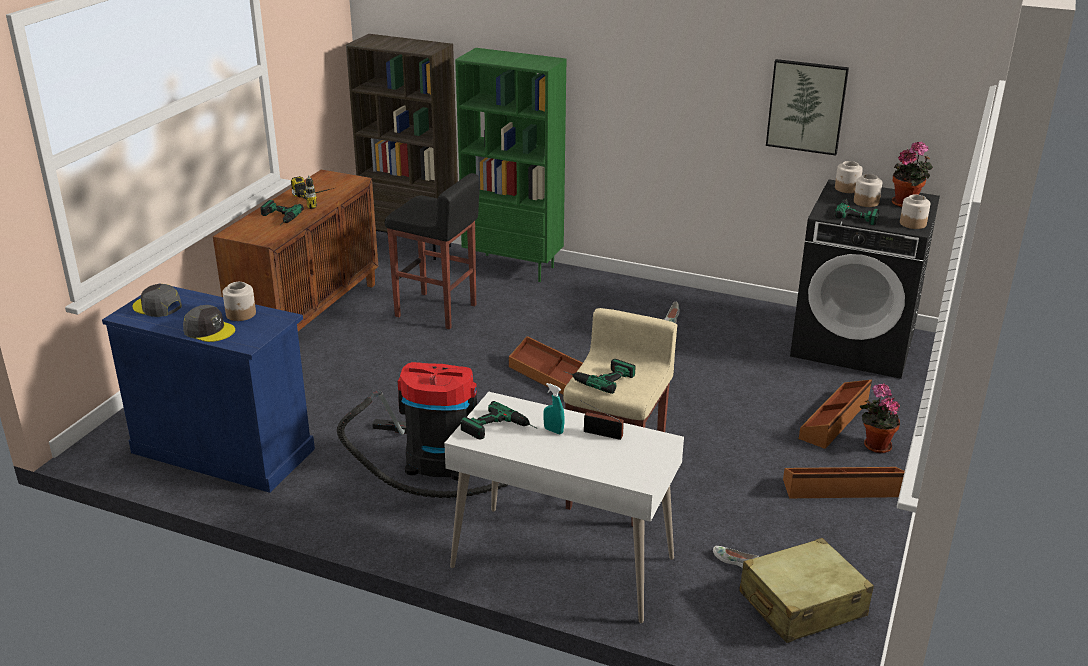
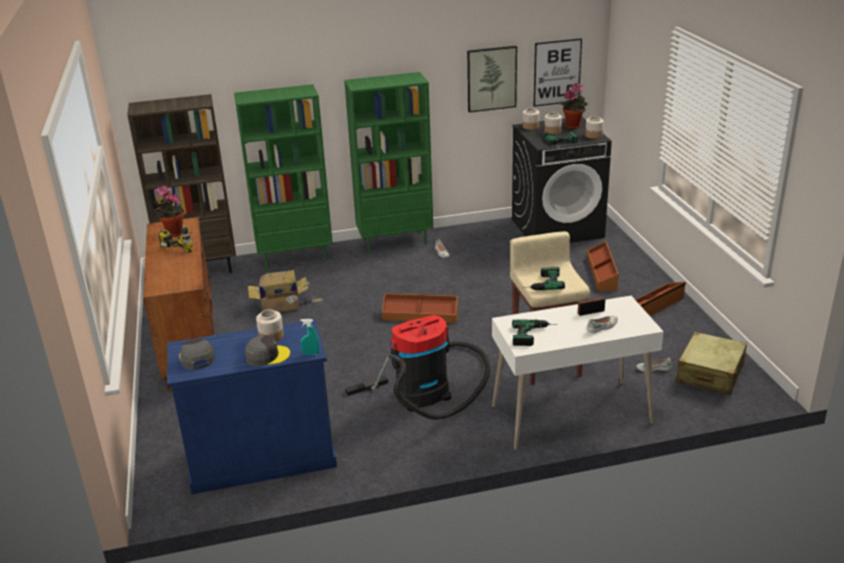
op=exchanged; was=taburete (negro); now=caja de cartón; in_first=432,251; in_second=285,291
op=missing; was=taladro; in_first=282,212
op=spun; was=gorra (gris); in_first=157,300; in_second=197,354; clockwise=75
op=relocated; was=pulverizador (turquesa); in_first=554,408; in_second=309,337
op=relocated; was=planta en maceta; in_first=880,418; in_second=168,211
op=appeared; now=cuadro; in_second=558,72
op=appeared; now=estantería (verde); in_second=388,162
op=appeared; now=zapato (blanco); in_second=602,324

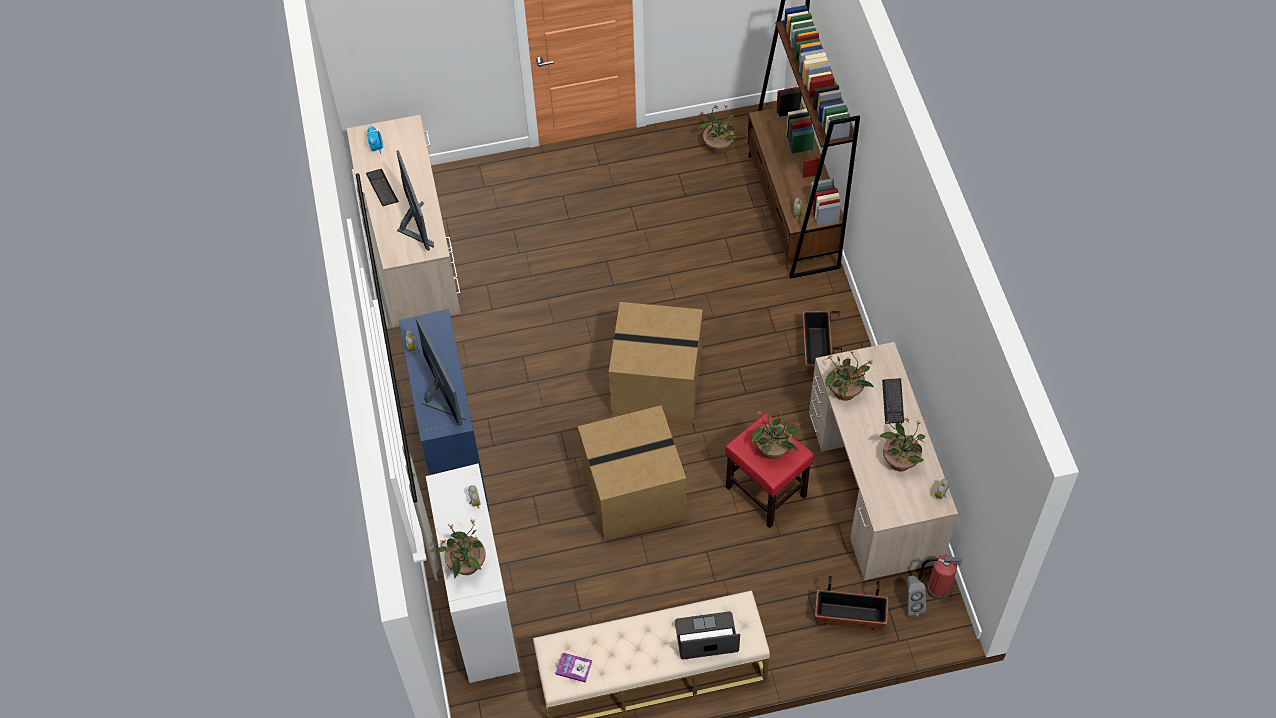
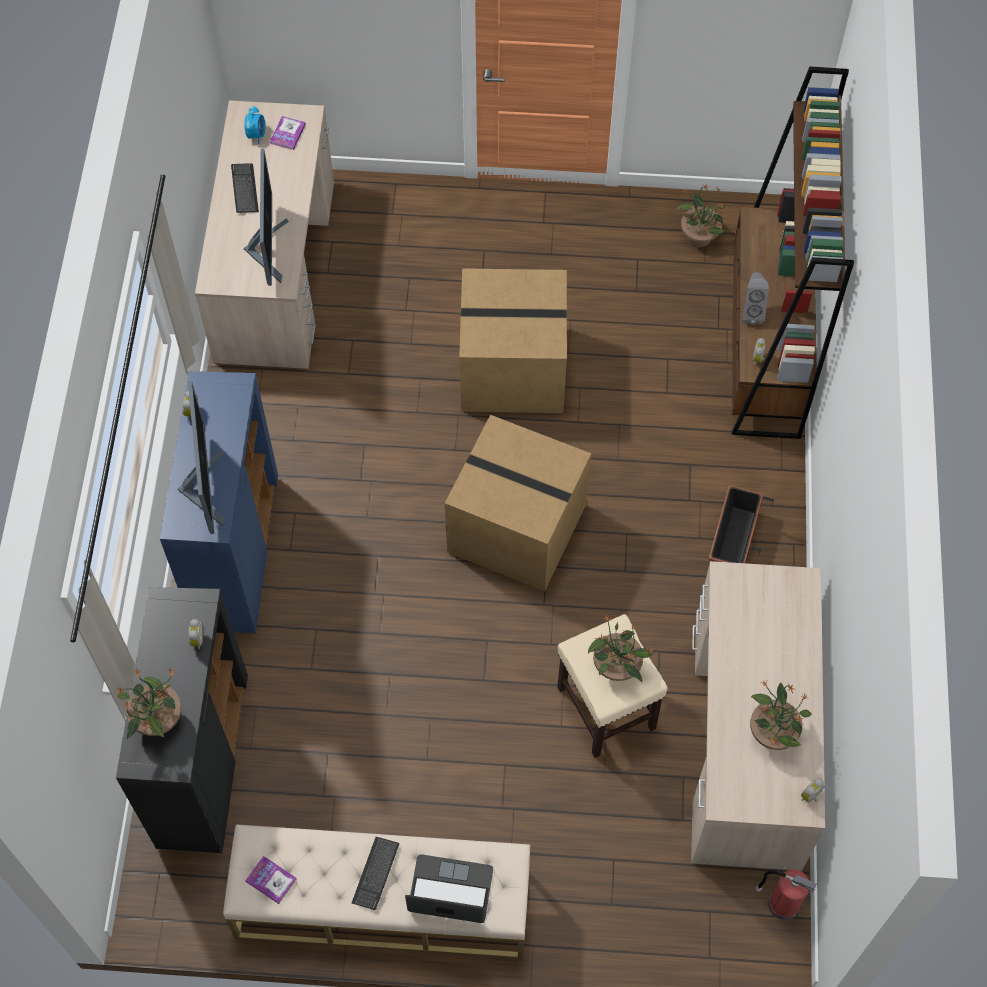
op=missing; was=planta en maceta; in_first=849,376
op=relocated; was=teclado; in_first=893,401; in_second=375,873
op=relocated; was=caja de cartón; in_first=632,473; in_second=513,340
op=colour; was=taburete (rojo); now=taburete (beis); in_first=769,470; in_second=612,686
op=colour; was=armario (blanco); now=armario (negro); in_first=473,573; in_second=182,720
op=missing; was=maceta; in_first=851,603
op=relocated; was=altavoz (gris); in_first=916,596; in_second=755,298
op=appeared; now=libro; in_second=288,133

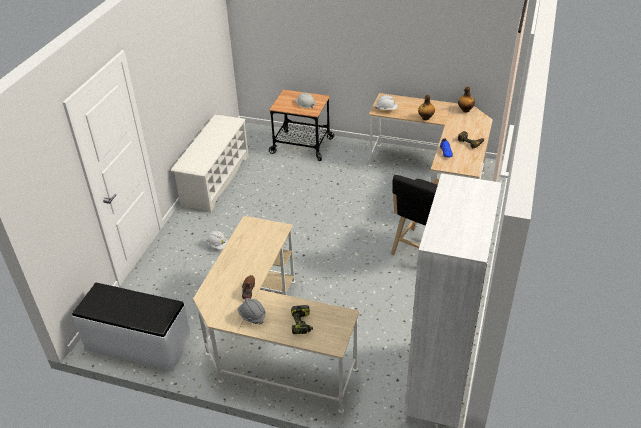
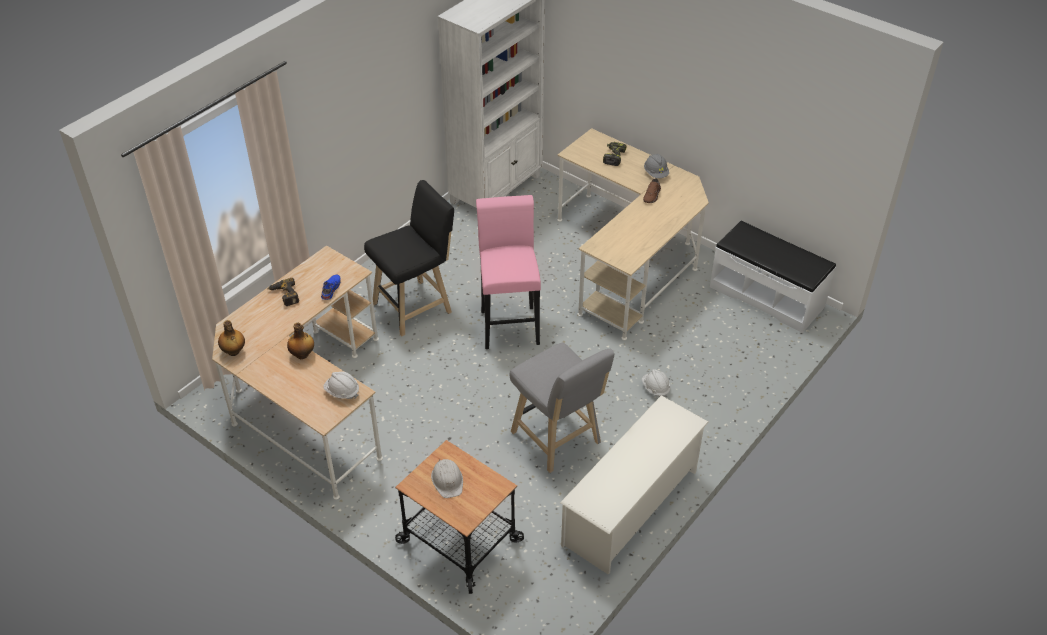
op=appeared; now=taburete (rosa); in_second=508,272
op=appeared; now=taburete (gris); in_second=562,407

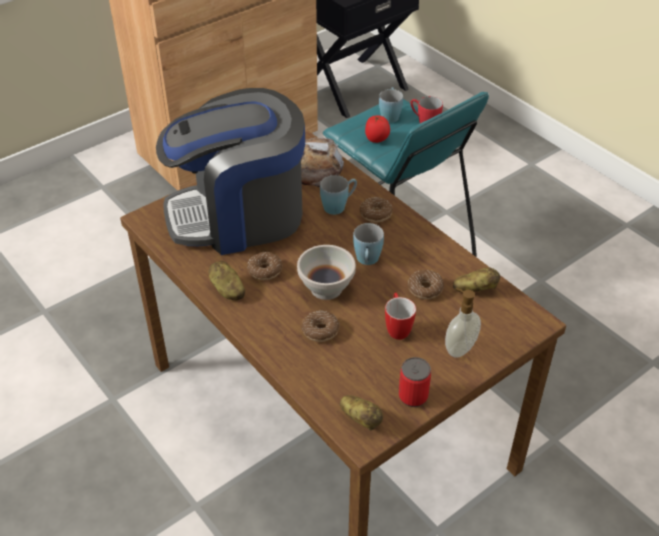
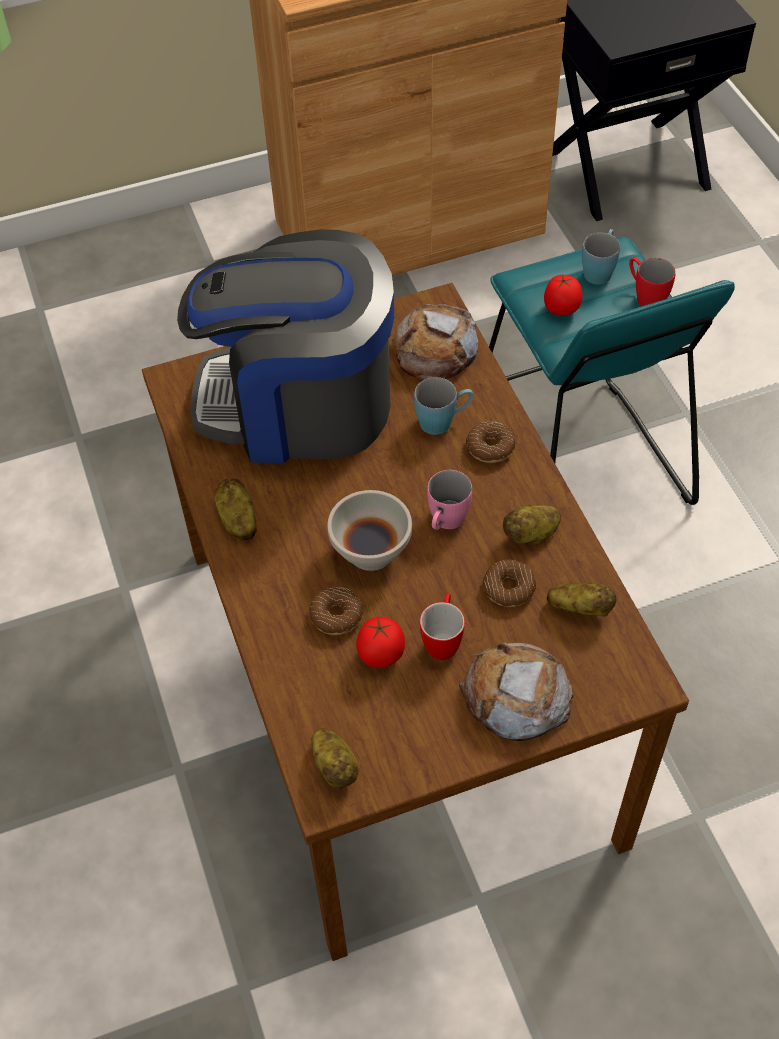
op=colour; was=taza grande (azul); now=taza grande (rosa); in_first=368,244; in_second=449,500
op=missing; was=rosquilla; in_first=265,266
op=exchanged; was=dispensador de jabón; now=pan; in_first=463,323; in_second=516,691
op=missing; was=lata; in_first=415,382
op=appeared; now=patata; in_second=532,524
op=appeared; now=tomate; in_second=380,642

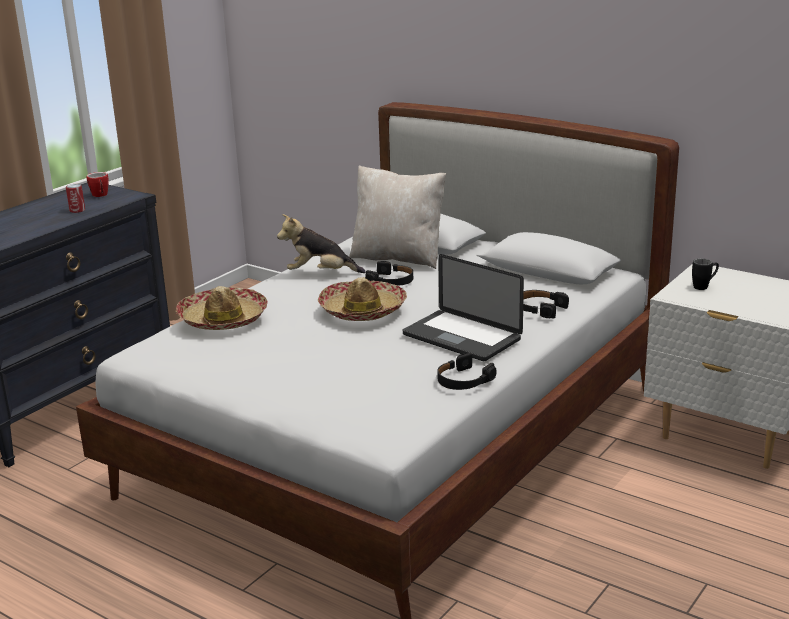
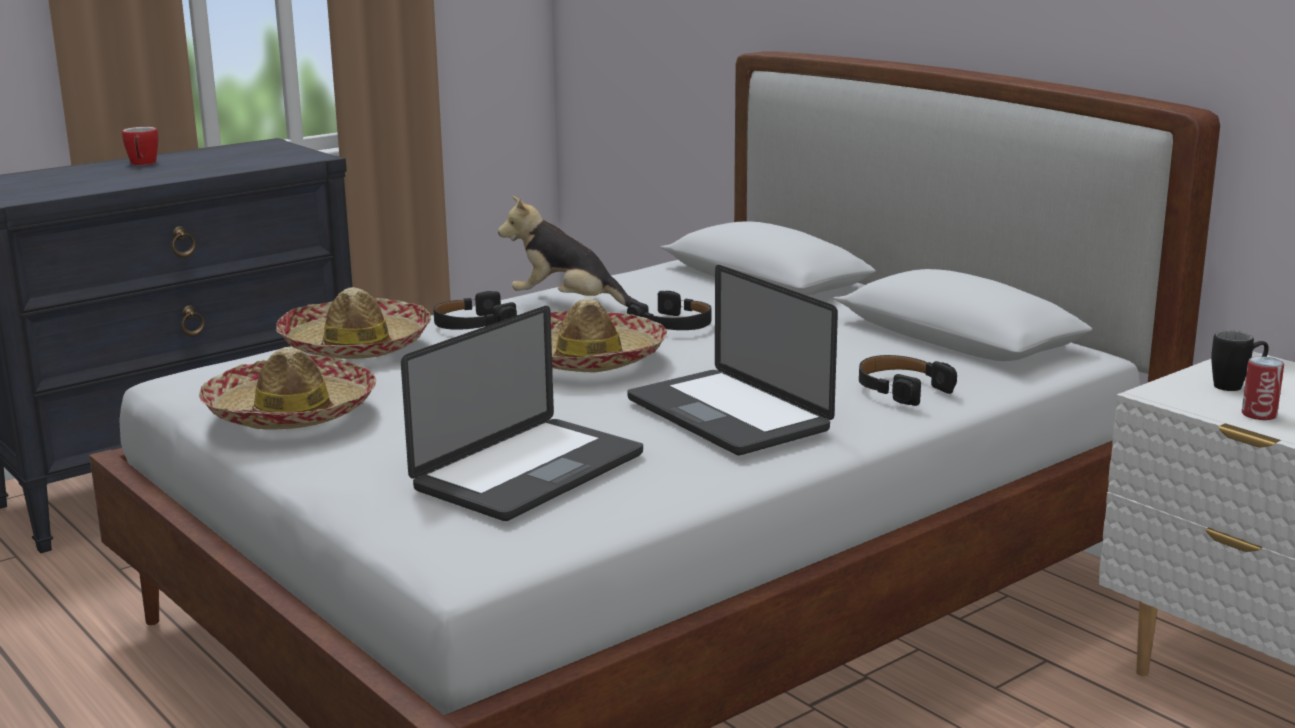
op=missing; was=cojín (beis); in_first=397,217
op=relocated; was=taza grande; in_first=98,184; in_second=140,146
op=relocated; was=lata; in_first=75,198; in_second=1263,388
op=relocated; was=auriculares (negro); in_first=466,371; in_second=475,310
op=appeared; now=portátil; in_second=522,413
op=appeared; now=sombrero; in_second=287,388

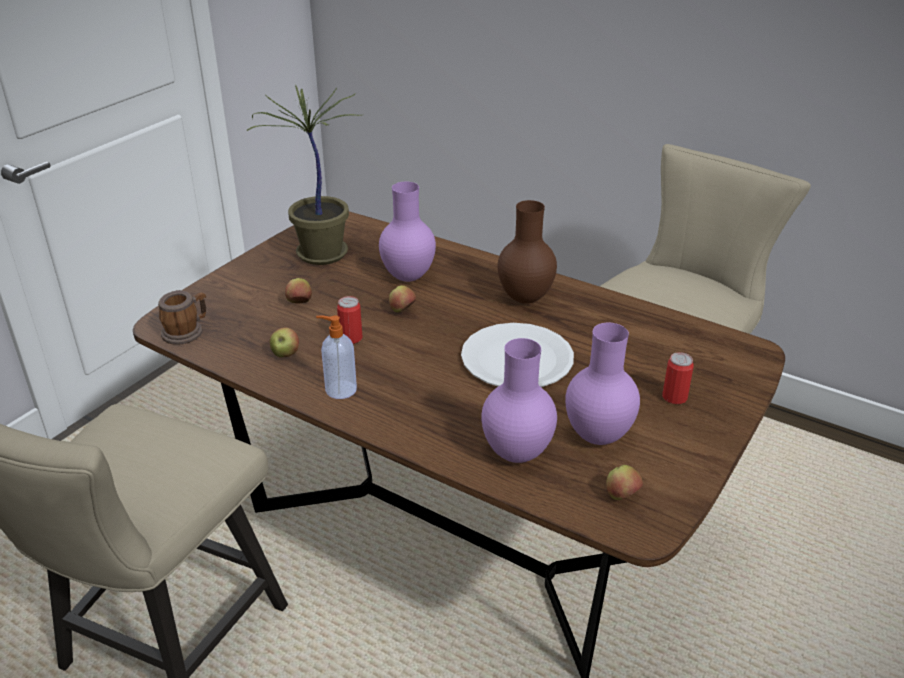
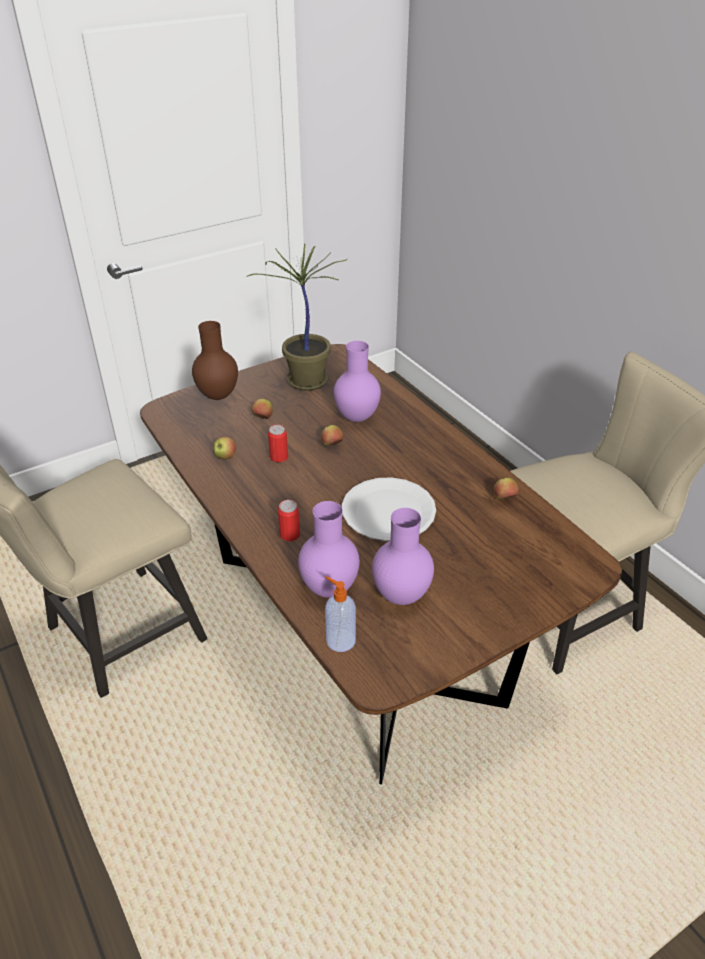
op=relocated; was=florero (marrón); in_first=527,252; in_second=215,360
op=missing; was=taza grande; in_first=182,317
op=relocated; was=dispensador de jabón; in_first=336,357; in_second=340,614
op=relocated; was=lata; in_first=678,378; in_second=289,520
op=relocated; was=manzana; in_first=624,482; in_second=506,489

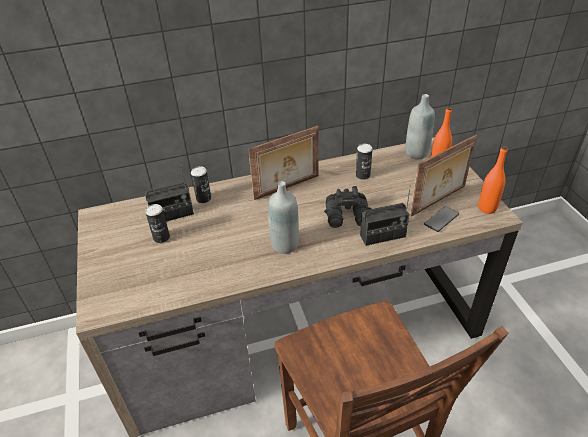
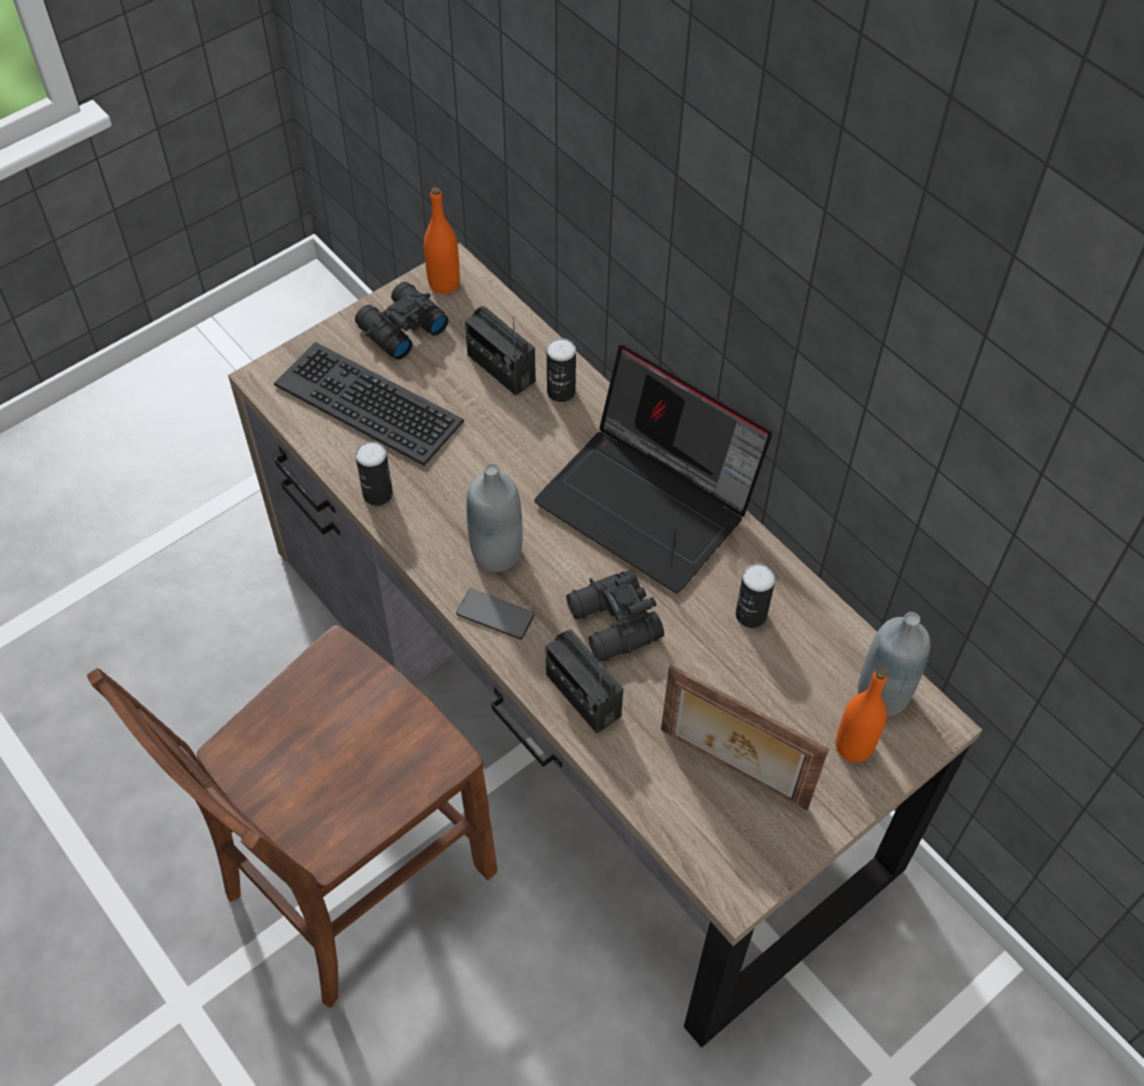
op=exchanged; was=portarretratos; now=portátil; in_first=283,163; in_second=653,469
op=relocated; was=botella (naranja); in_first=493,180; in_second=442,240
op=relocated; was=lata; in_first=157,223; in_second=374,473
op=relocated; was=móvil; in_first=441,219; in_second=495,614
op=appeared; now=prismáticos (negro); in_second=402,321
op=appeared; now=teclado; in_second=369,404

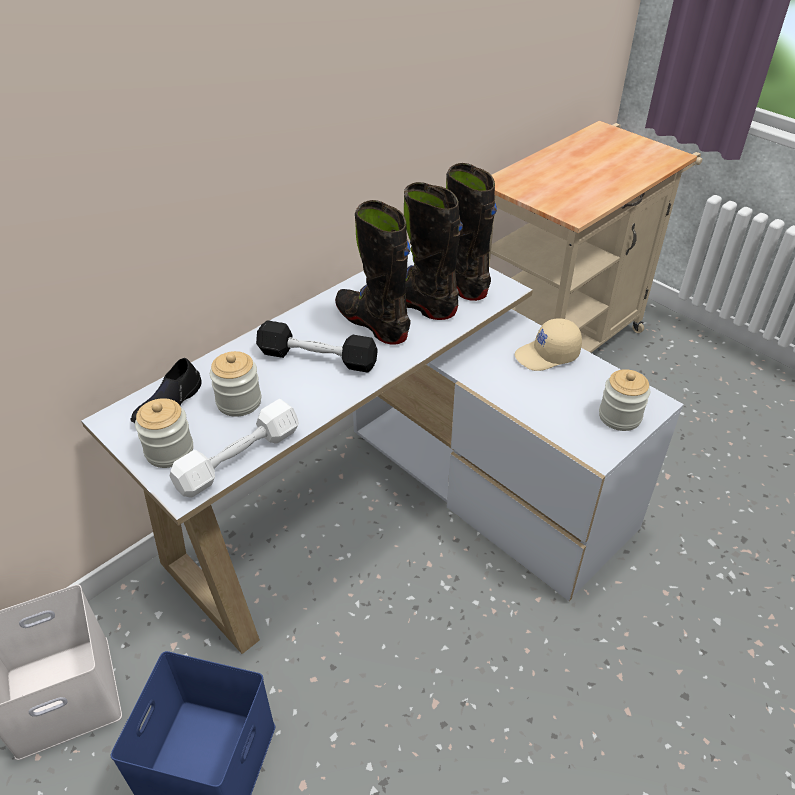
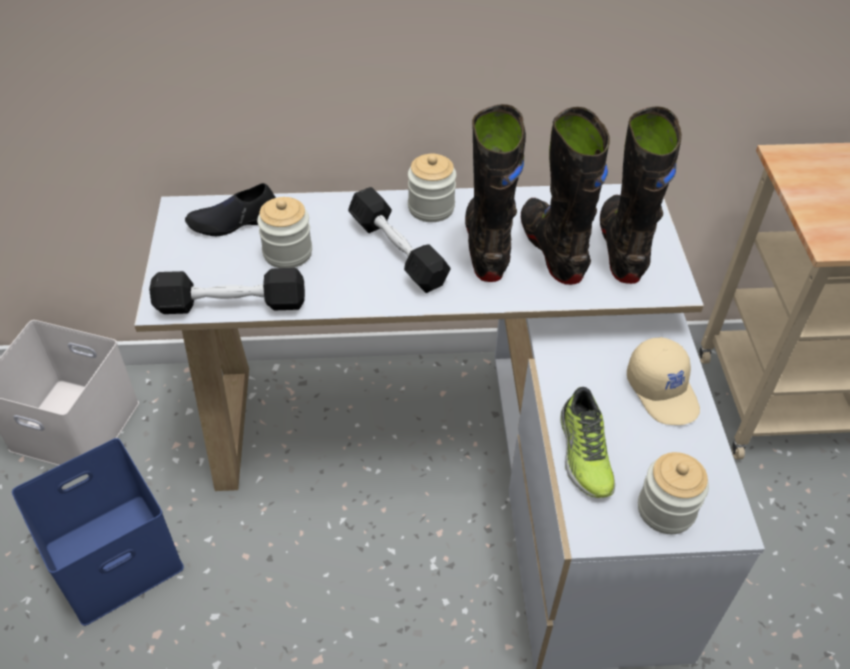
op=spun; was=gorra (beis); in_first=548,344; in_second=663,381; clockwise=-135
op=relocated; was=tarro; in_first=164,433; in_second=432,188
op=colour; was=mancuerna (blanco); now=mancuerna (negro); in_first=234,448; in_second=227,291
op=appeared; now=zapato; in_second=587,442

